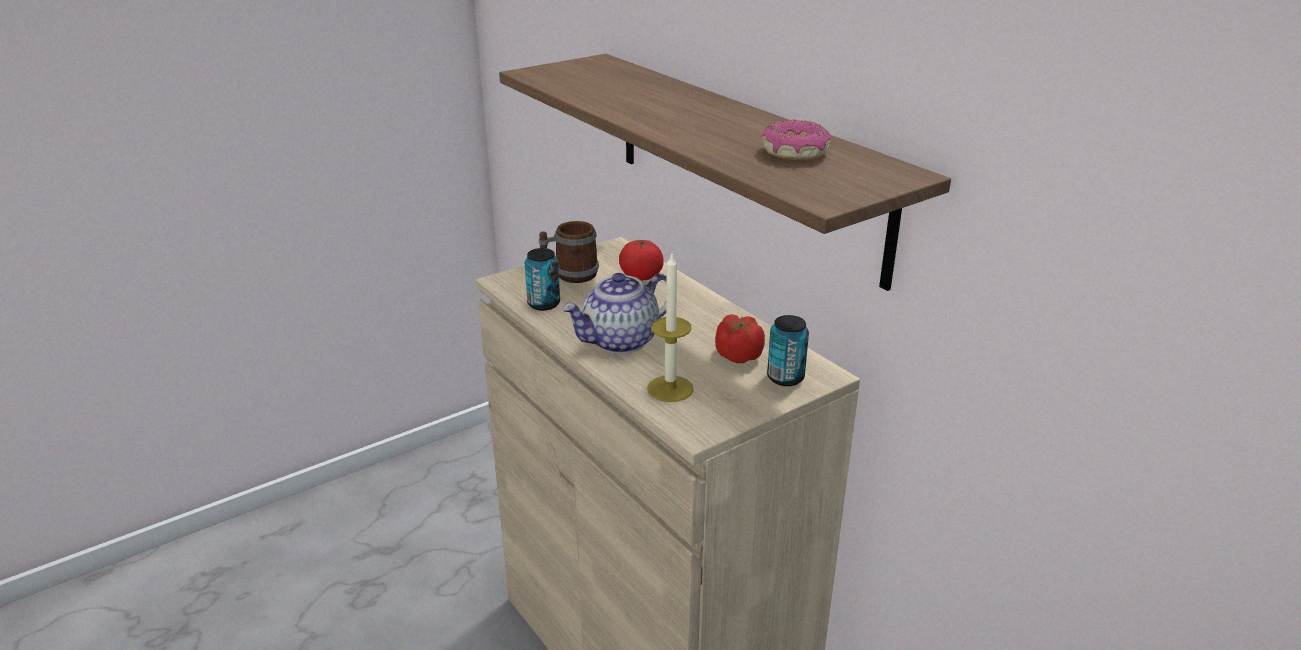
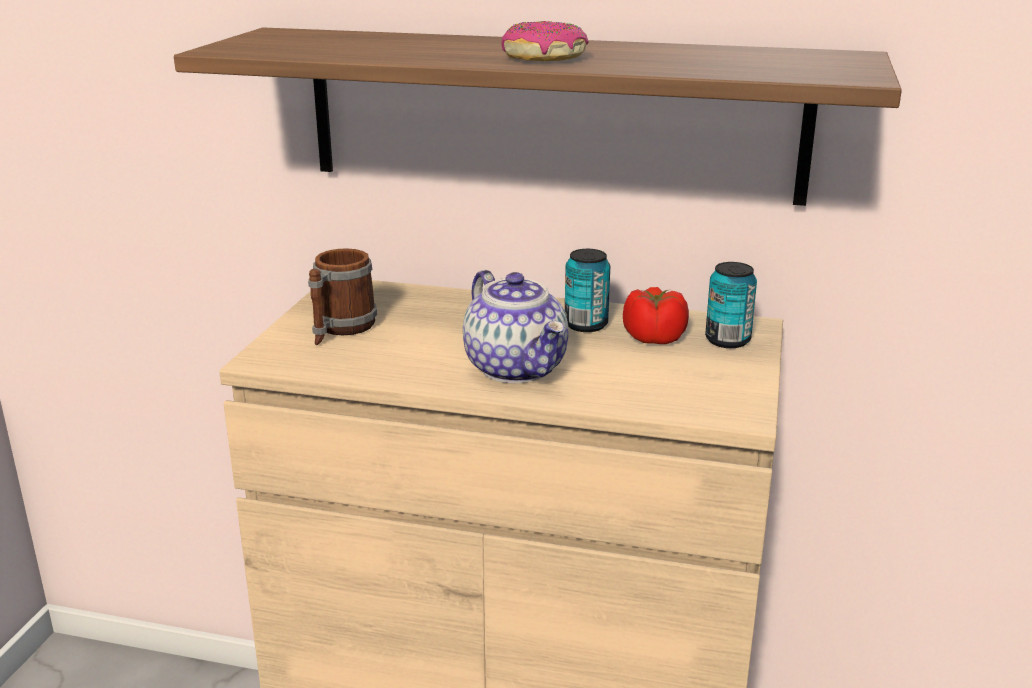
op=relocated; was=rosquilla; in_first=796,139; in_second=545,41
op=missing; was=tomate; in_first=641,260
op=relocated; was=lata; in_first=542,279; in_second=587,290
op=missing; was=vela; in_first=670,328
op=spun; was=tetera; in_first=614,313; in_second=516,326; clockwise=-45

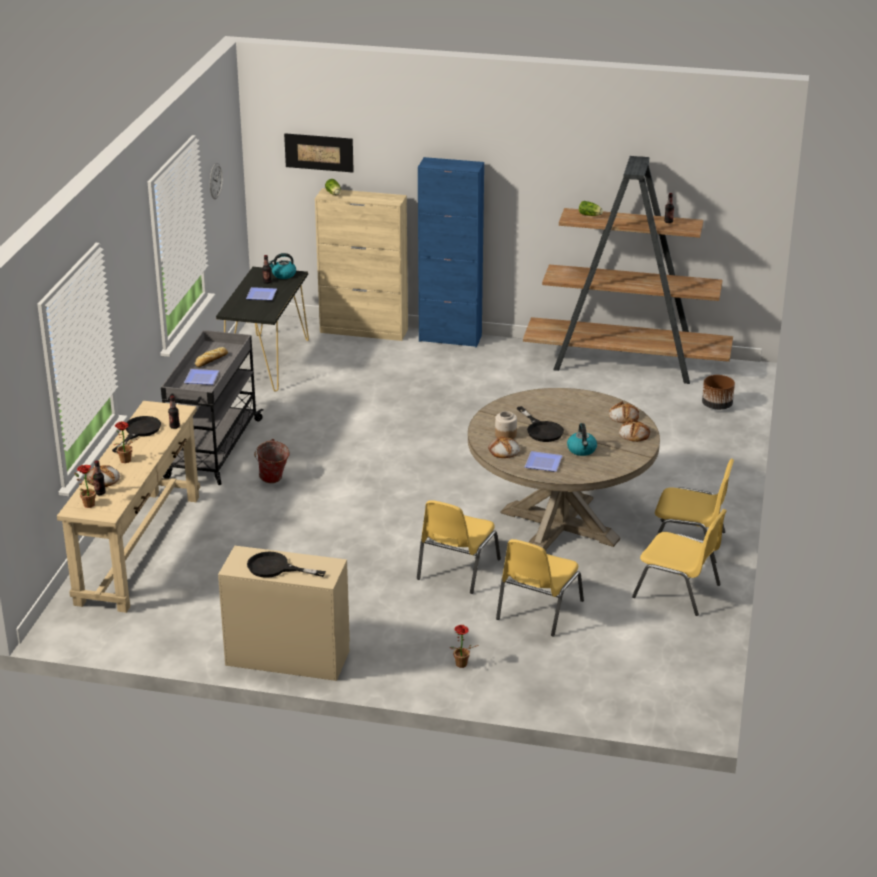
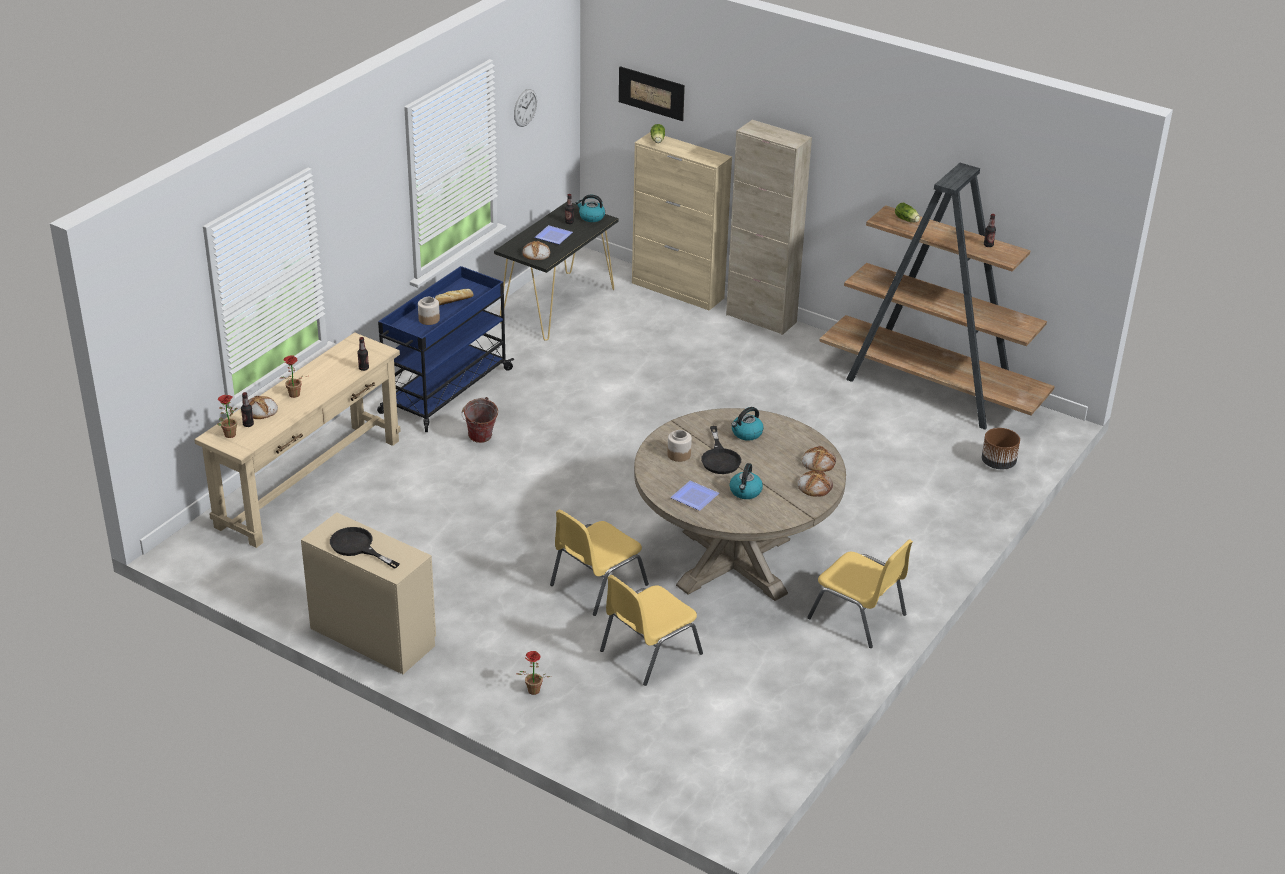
op=colour; was=armario (azul); now=armario (beis); in_first=451,252; in_second=769,227
op=colour; was=carrito (gris); now=carrito (azul); in_first=212,407; in_second=445,349
op=exchanged; was=plato; now=tarro; in_first=201,377; in_second=429,311
op=missing; was=sartén (negro); in_first=136,434
op=relocated; was=pan; in_first=504,447; in_second=536,250
op=missing; was=silla (amarillo); in_first=679,562
op=appeared; now=hervidor; in_second=747,424

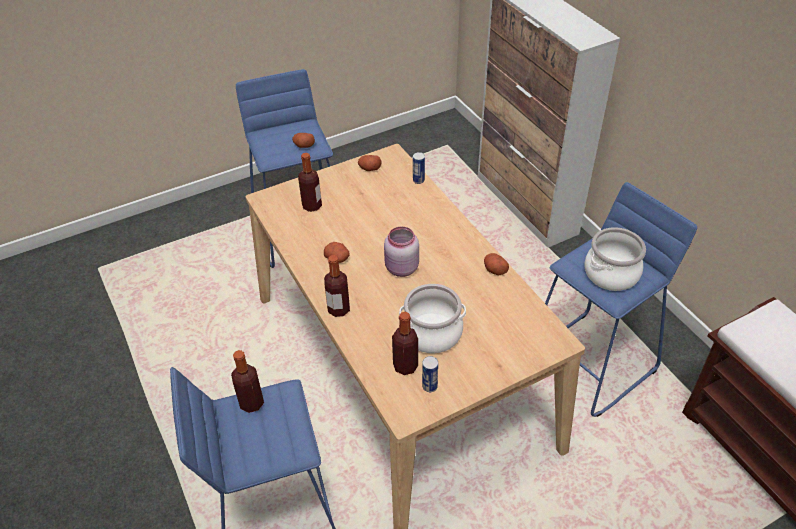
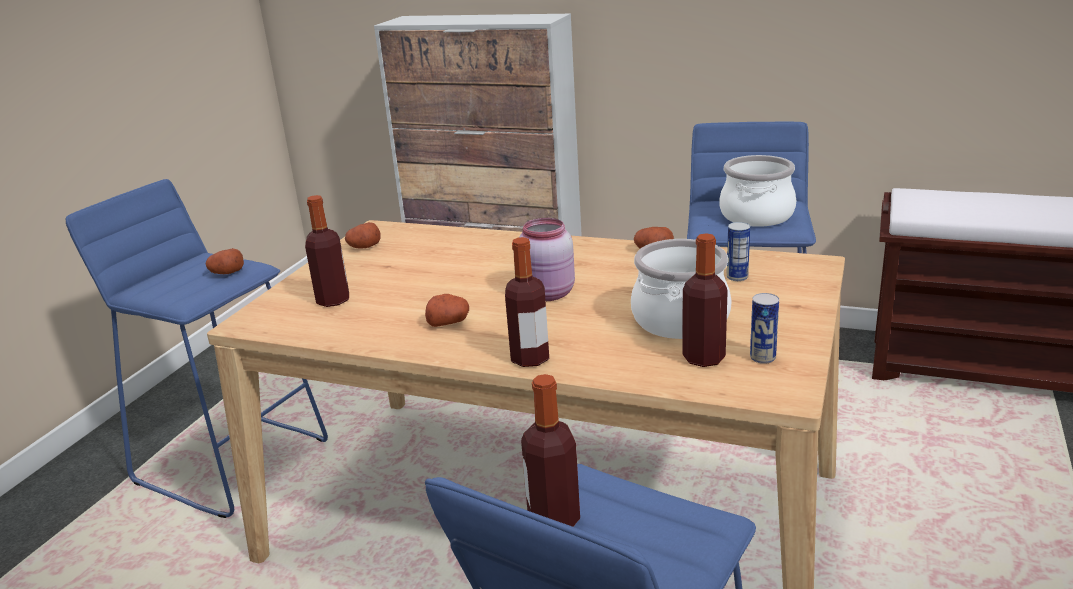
op=relocated; was=lata; in_first=419,168; in_second=738,251

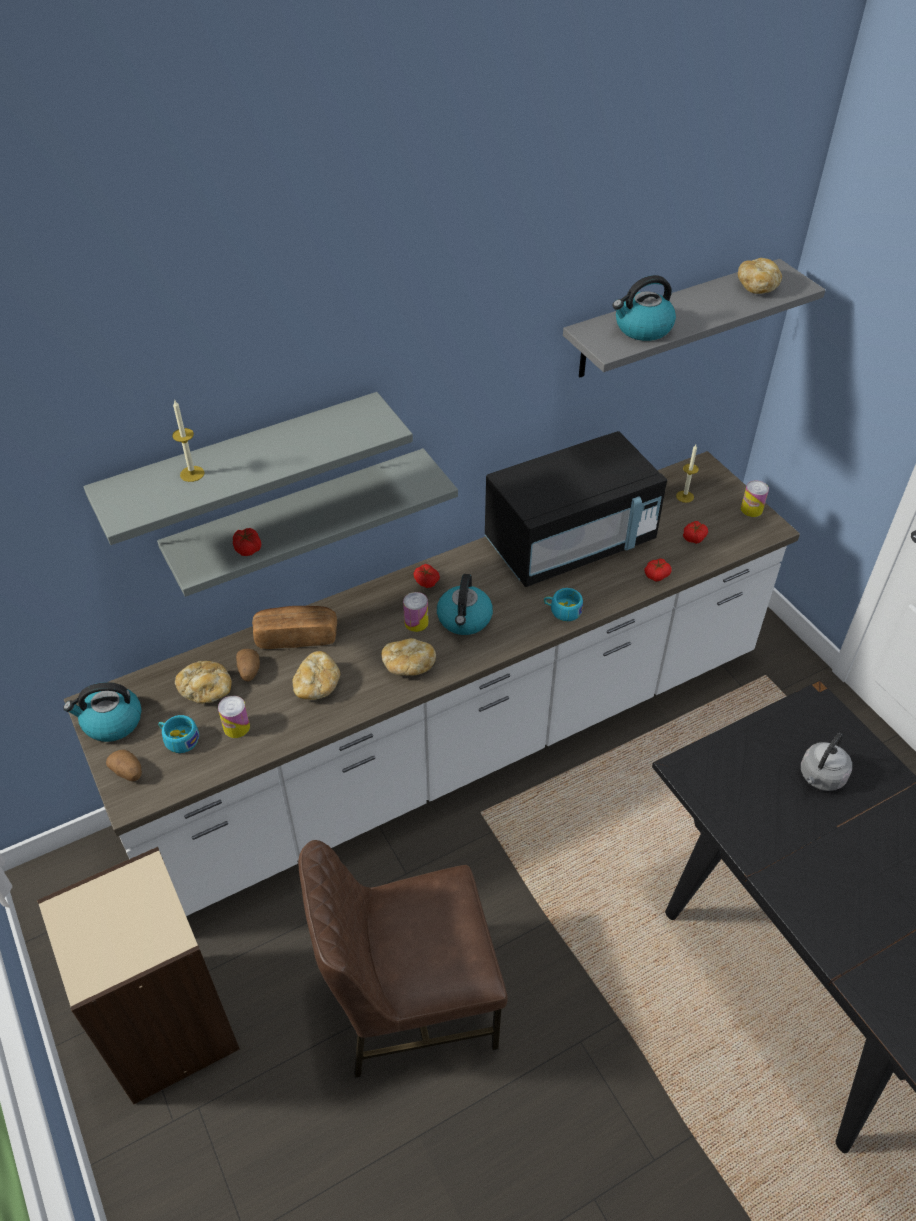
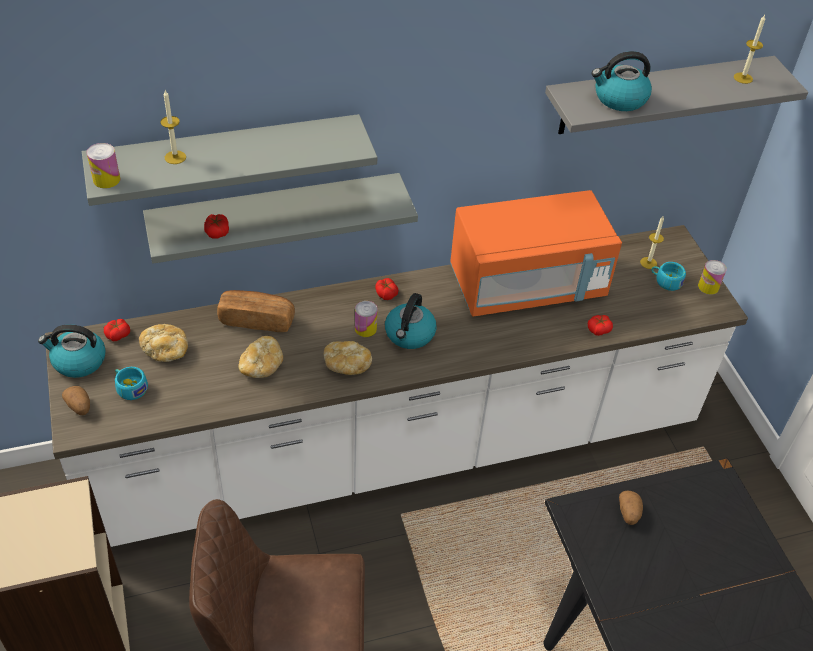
op=exchanged; was=pan; now=vela; in_first=760,276; in_second=749,49
op=colour; was=microondas (negro); now=microondas (naranja); in_first=576,509; in_second=536,253
op=relocated; was=tomate; in_first=695,532; in_second=117,330
op=relocated; was=taza (turquesa); in_first=563,604; in_second=668,276
op=relocated; was=patata; in_first=248,664; in_second=631,508
op=relocated; was=lata; in_first=234,717; in_second=103,165
op=missing; was=hervidor (gris); in_first=826,762

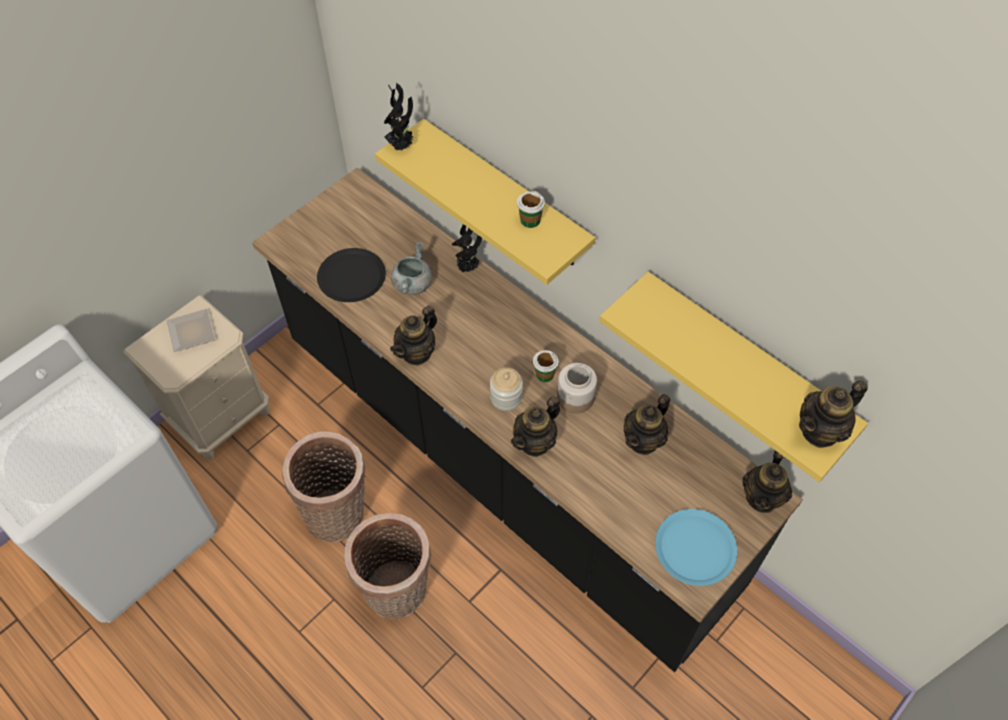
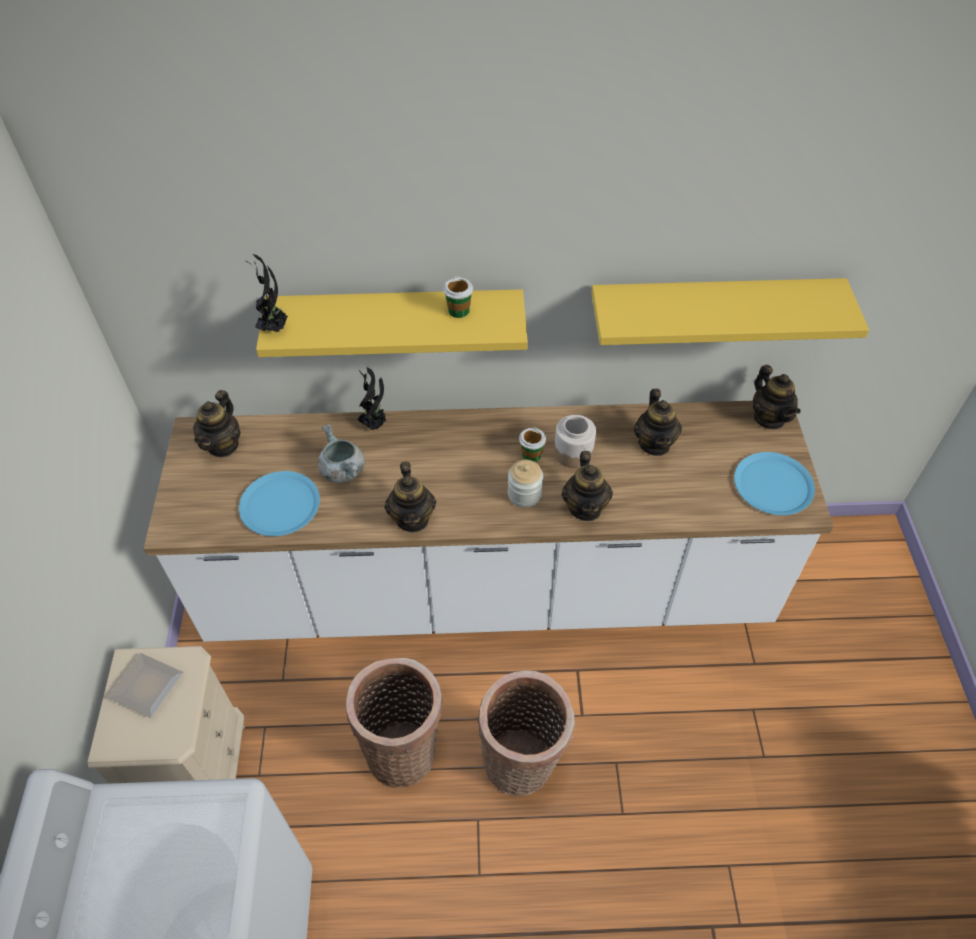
op=colour; was=mueble bajo de cocina (negro); now=mueble bajo de cocina (blanco); in_first=527,420; in_second=489,521
op=colour; was=plato (negro); now=plato (azul); in_first=351,275; in_second=279,503
op=relocated; was=tetera; in_first=833,414; in_second=217,423

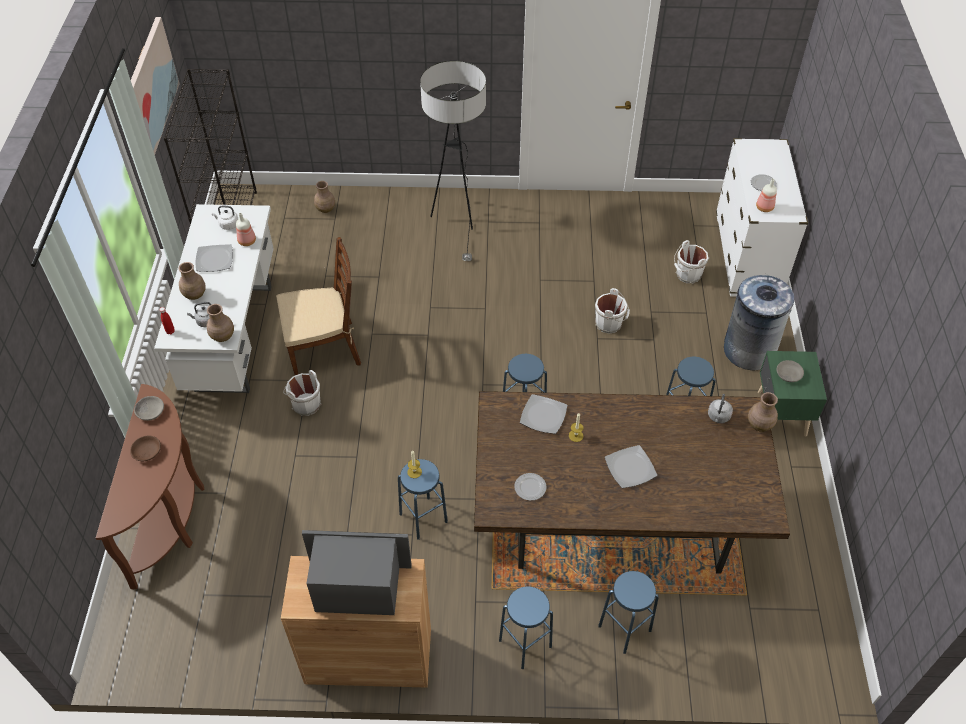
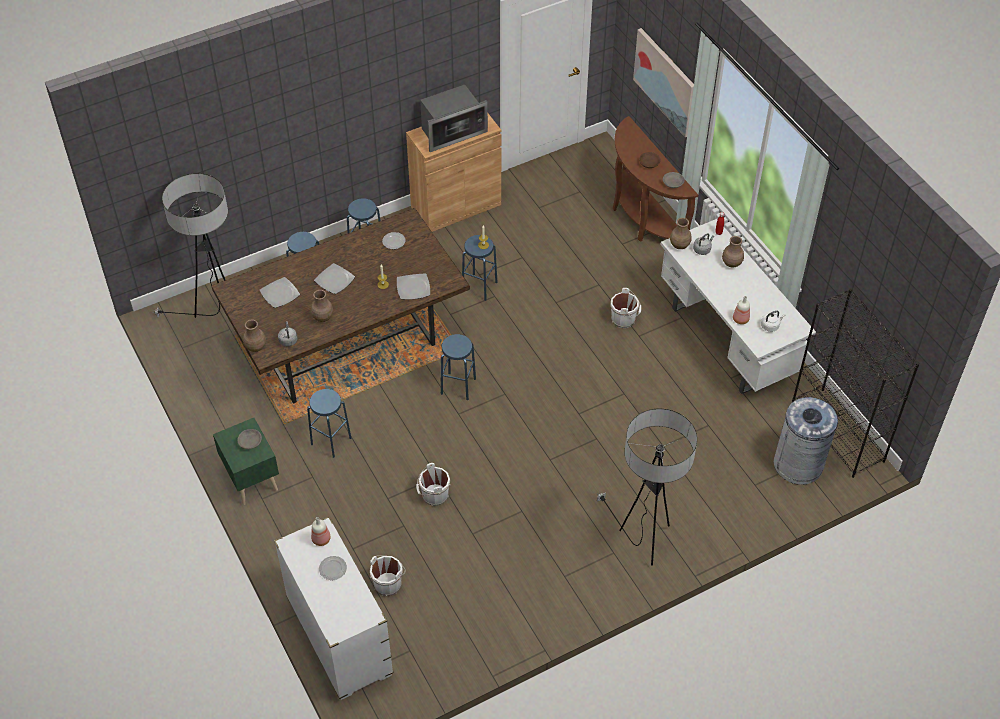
op=relocated; was=cuadro; in_first=155,86; in_second=663,82
op=relocated; was=florero (marrón); in_first=324,197; in_second=322,306
op=missing; was=silla (marrón); in_first=318,306
op=relocated; was=plato; in_first=214,258; in_second=280,292
op=relocated; was=papelera (gris); in_first=759,322; in_second=806,441
op=appeared; now=lámpara de pie; in_second=190,245

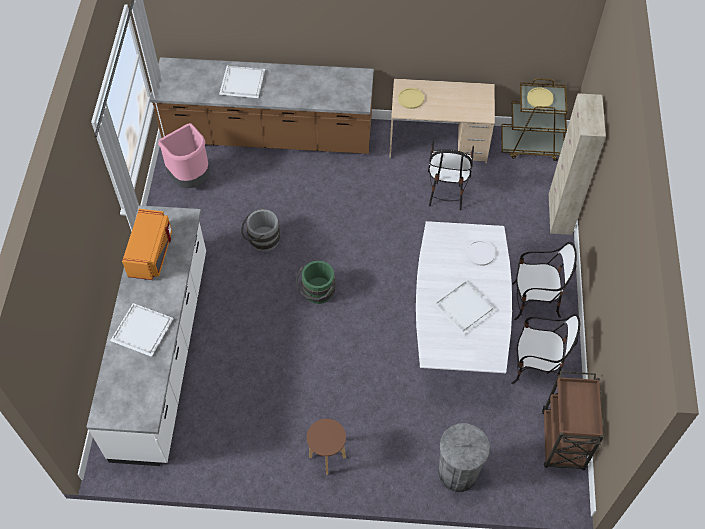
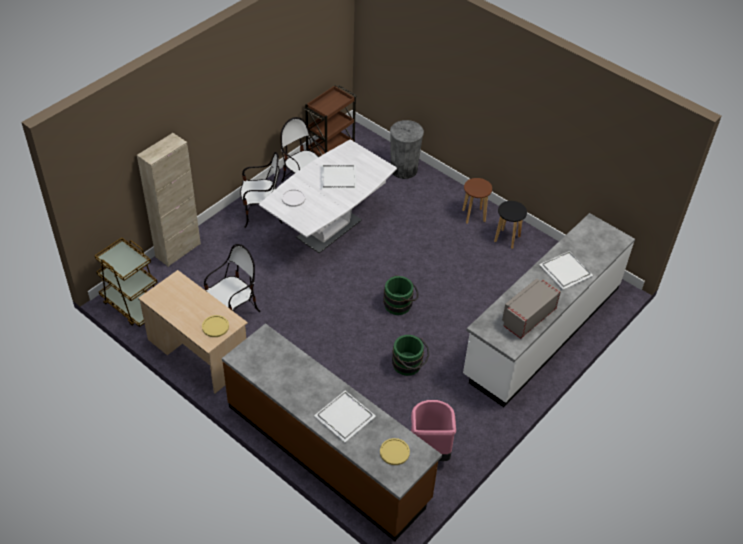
op=relocated; was=plato (amarillo); in_first=540,98; in_second=395,451
op=colour; was=cubo (gris); now=cubo (verde); in_first=260,230; in_second=411,355
op=colour; was=microondas (naranja); now=microondas (gris); in_first=147,244; in_second=531,308
op=spun; was=silla; in_first=544,281; in_second=261,190; clockwise=135
op=appeared; now=taburete (negro); in_second=510,225

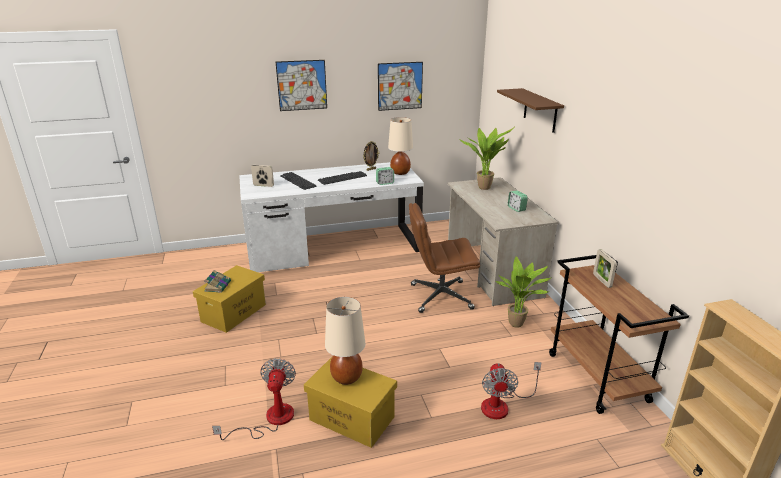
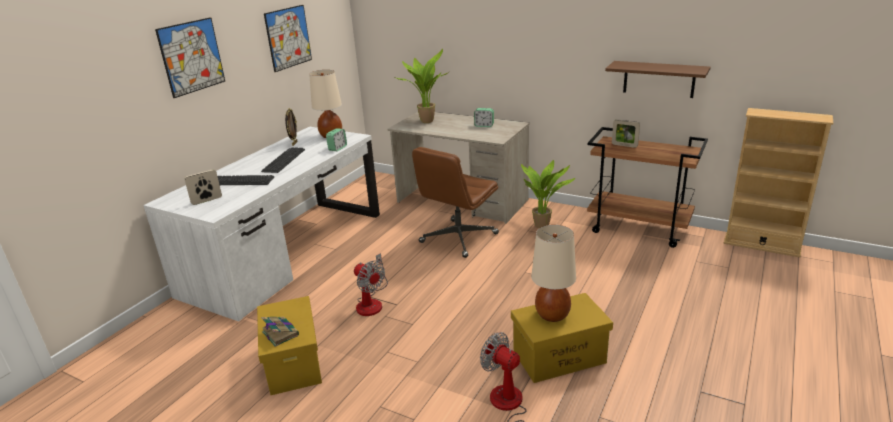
op=relocated; was=estante (marrón); in_first=530,110; in_second=658,79
op=relocated; was=ventilador; in_first=511,390; in_second=371,284

